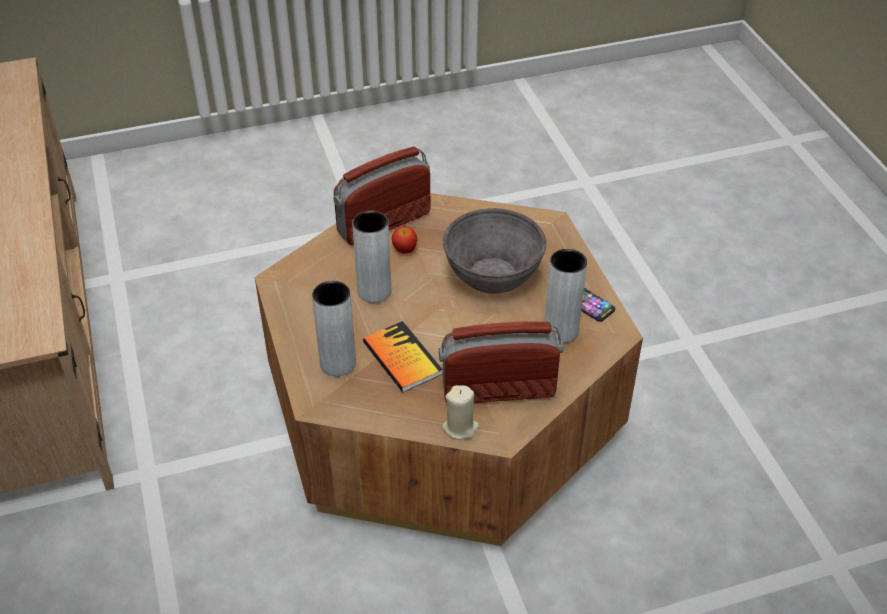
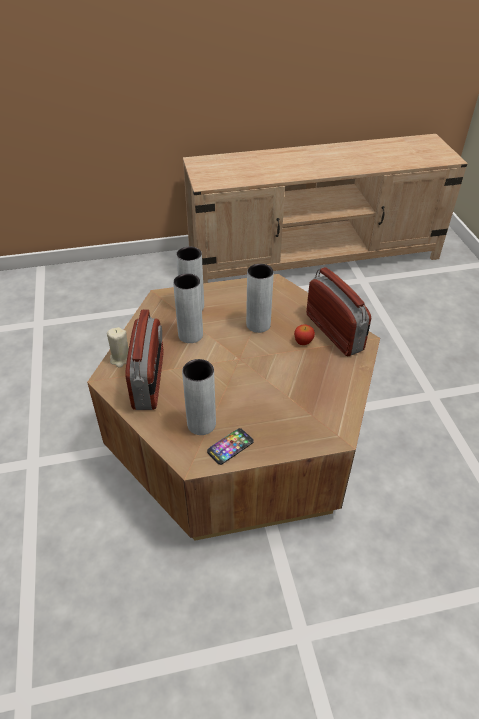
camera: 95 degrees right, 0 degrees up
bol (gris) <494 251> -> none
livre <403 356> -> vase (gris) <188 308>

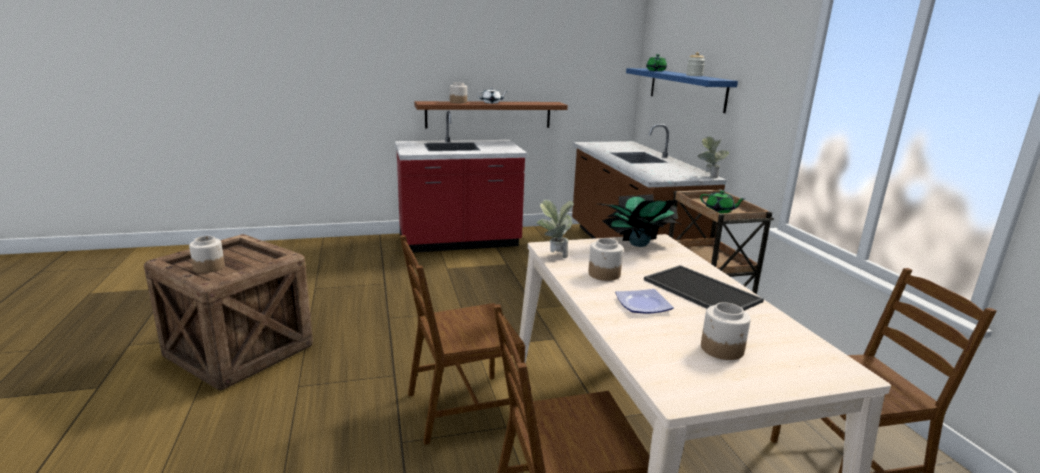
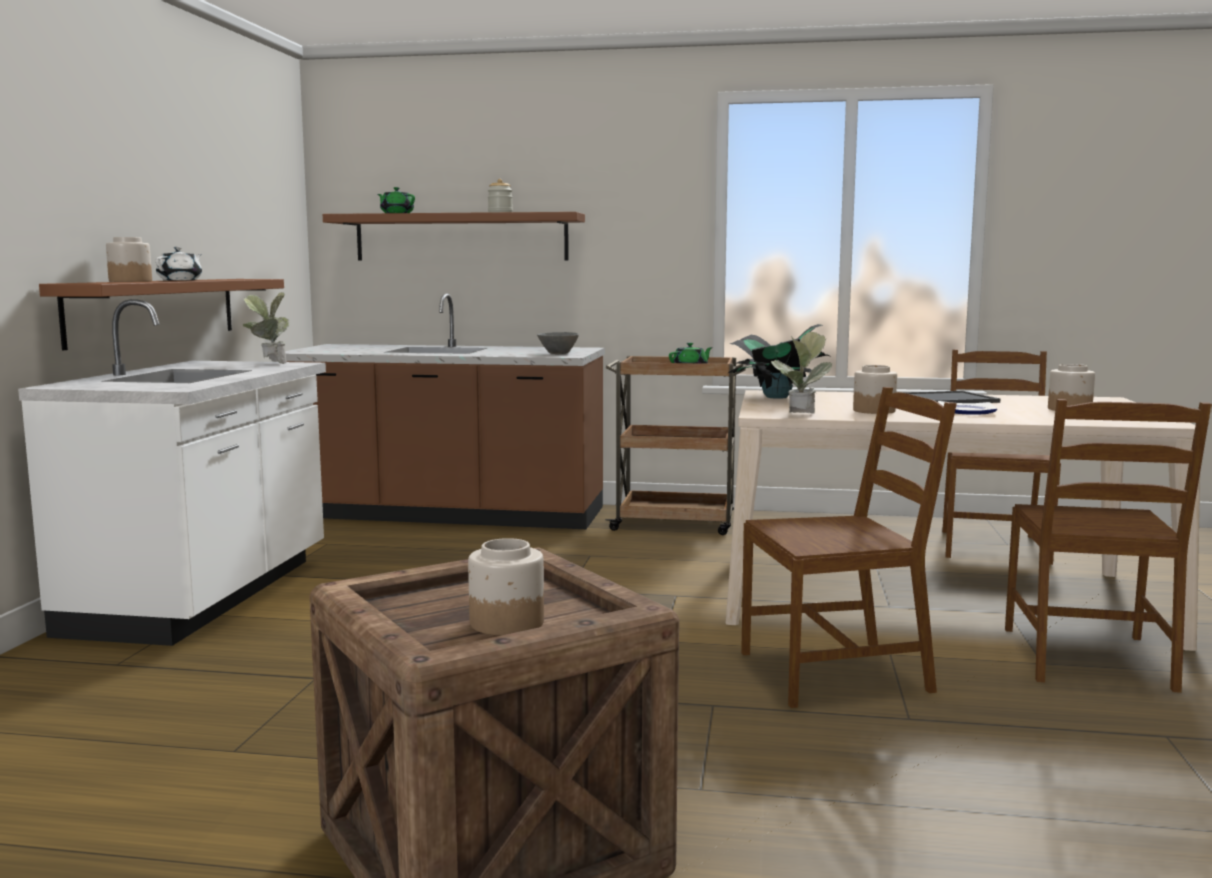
camera: 65 degrees left, 10 degrees down
none -> bol (gris) <558 343>
plante en pot <713 157> -> plante en pot <266 328>, shifted
comptoir de cuisine (rouge) <461 182> -> comptoir de cuisine (blanc) <172 472>
étagère (bleu) <682 90> -> étagère (marron) <454 236>
chaise (marron) <462 340> -> chaise (marron) <849 547>, 105 degrees counterclockwise

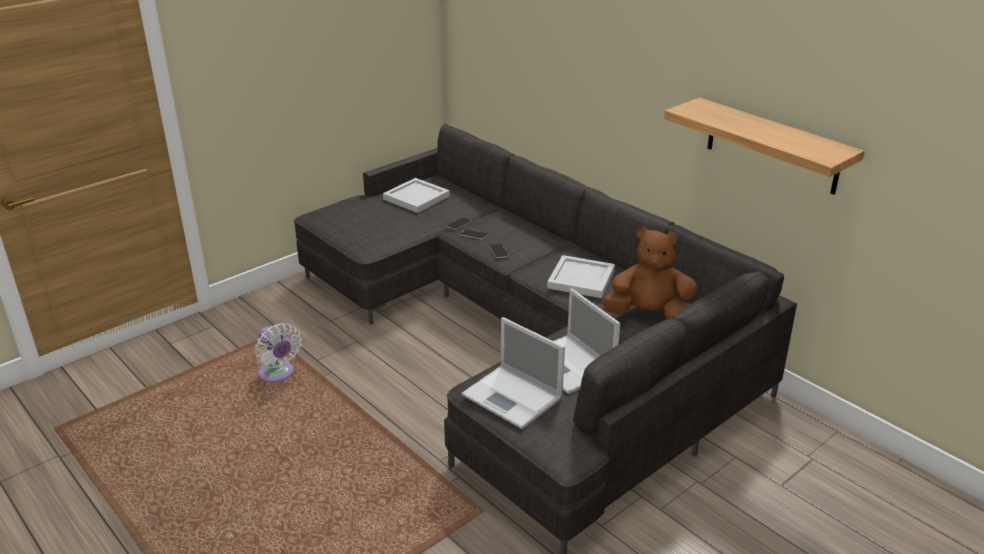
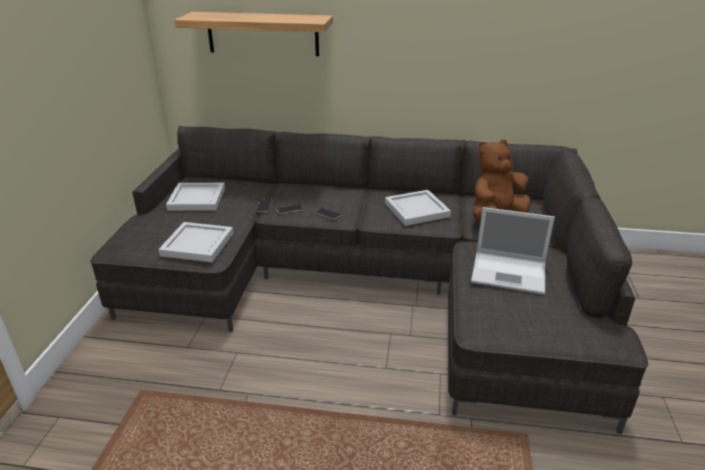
camera: 40 degrees left, 0 degrees up
ventilateur (blanc) <278 353> -> none
ordinateur portable <513 373> -> none
none -> plateau (blanc) <196 242>
étagère <764 146> -> étagère <253 34>, shifted

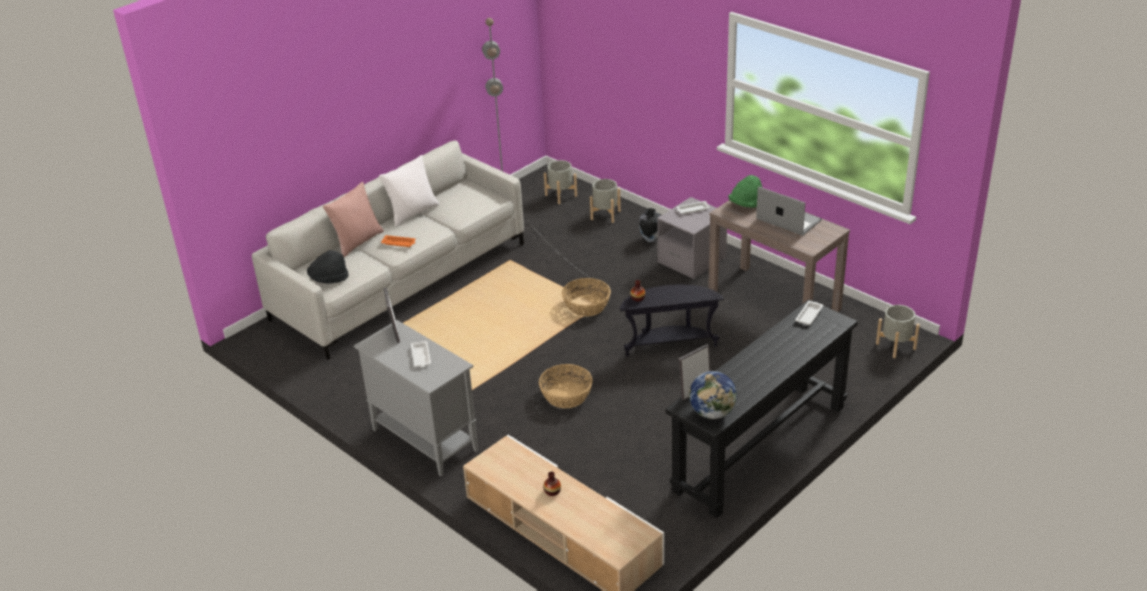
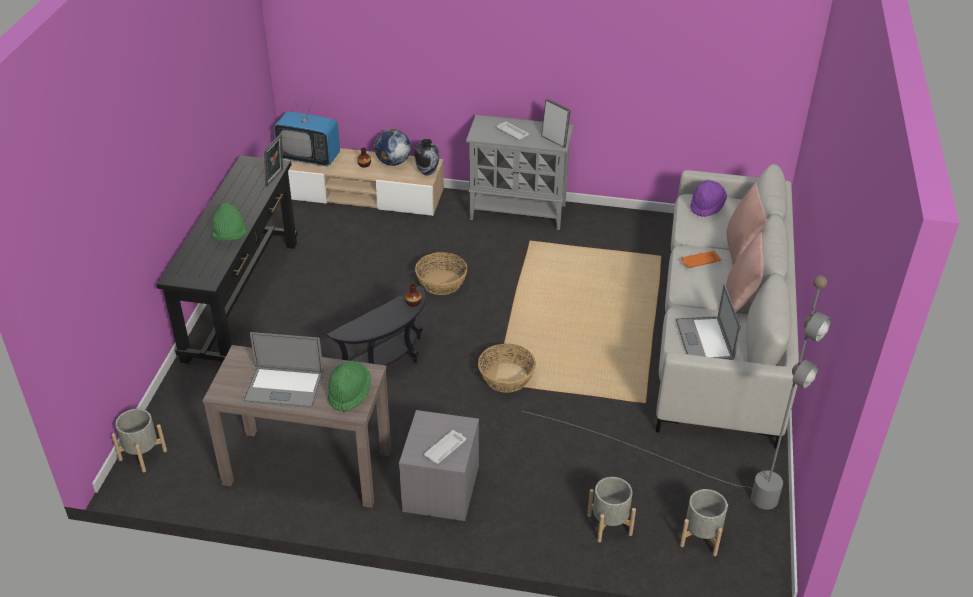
camera: 145 degrees right, 5 degrees up
plateau (blanc) <809 313> -> none
none -> chapeau (vert) <229 222>
none -> téléviseur <307 129>
none -> ordinateur portable <708 322>
vase <650 225> -> vase <427 157>, shifted
globe <713 395> -> globe <392 147>, shifted
chapeau (noir) <328 267> -> chapeau (violet) <708 198>
coussin (blanc) <409 190> -> coussin (rose) <745 272>

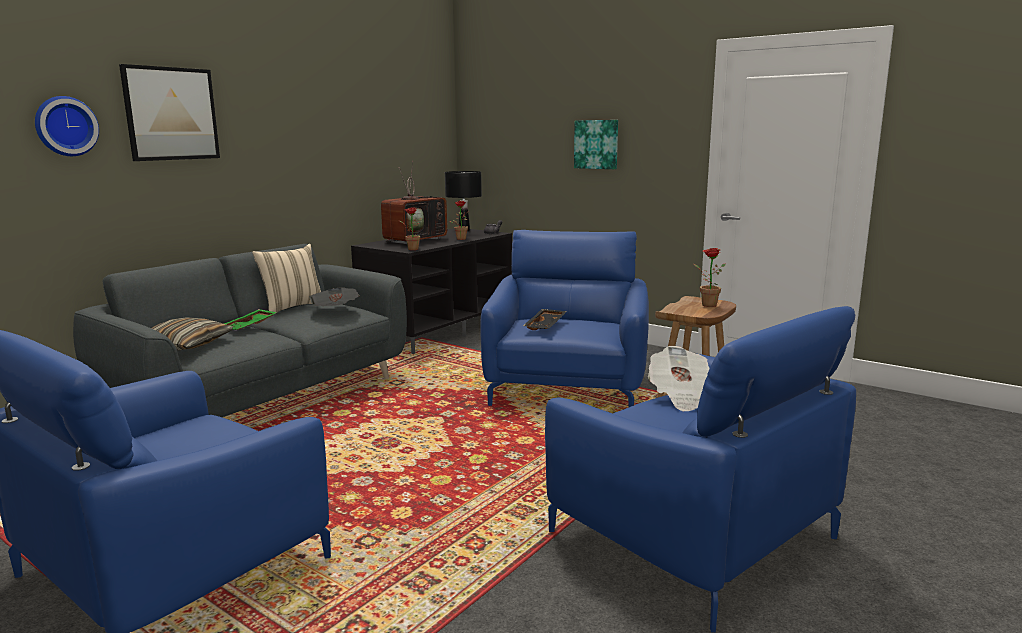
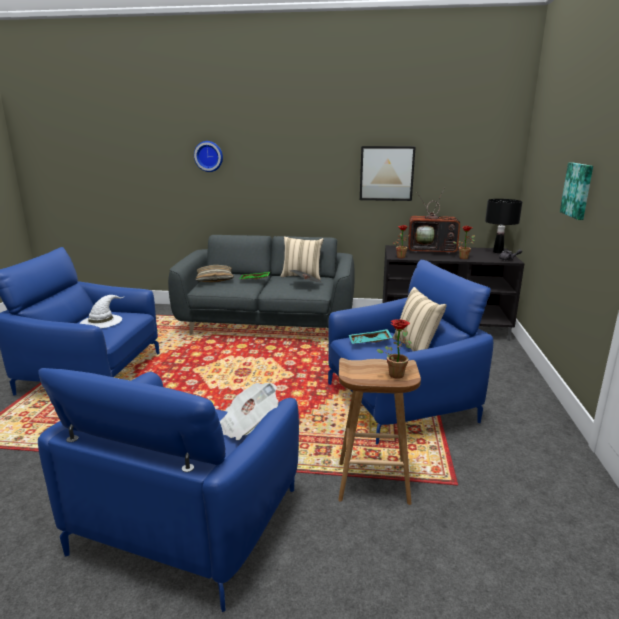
camera: 60 degrees right, 5 degrees up
none -> chapeau (blanc) <102 312>
none -> coussin (beige) <419 319>
tableau <169 112> -> tableau <388 173>, shifted
plateau (noir) <545 319> -> plateau (turquoise) <371 336>

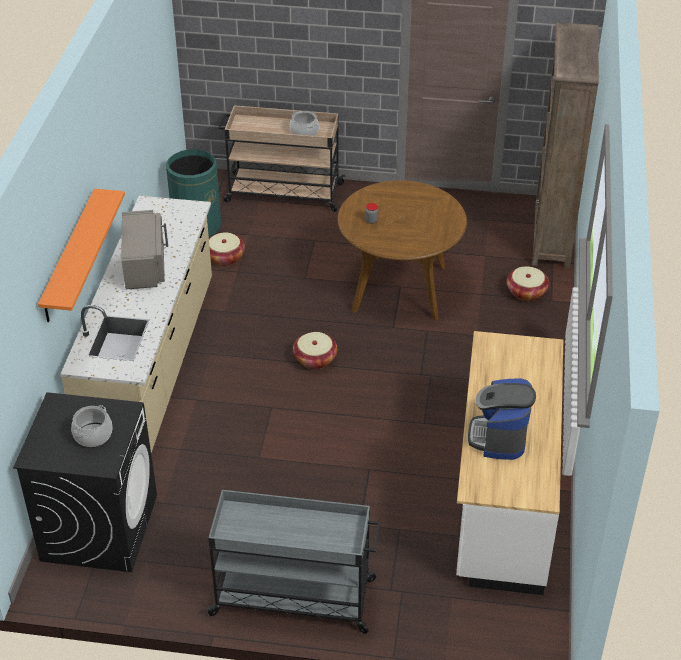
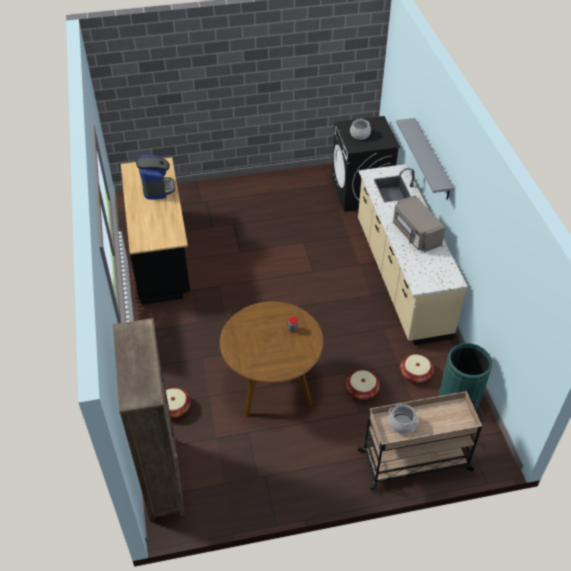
camera: 160 degrees right, 5 degrees up
chariot (gris) <292 562> -> none
panier <315 350> -> panier <363 385>, shifted
étagère (orange) <81 255> -> étagère (gris) <425 159>
comptoir de cuisine (blanc) <509 463> -> comptoir de cuisine (noir) <155 231>

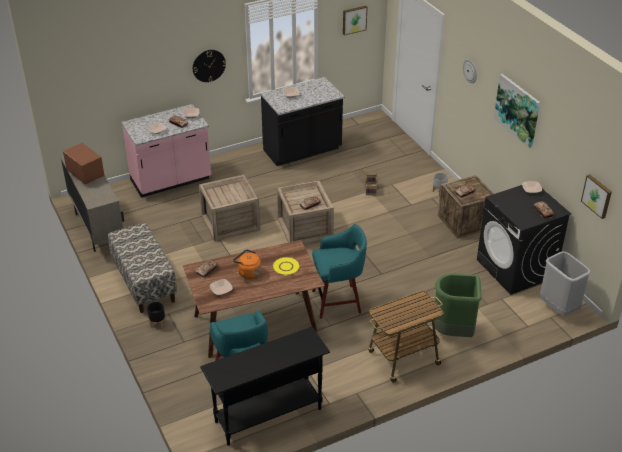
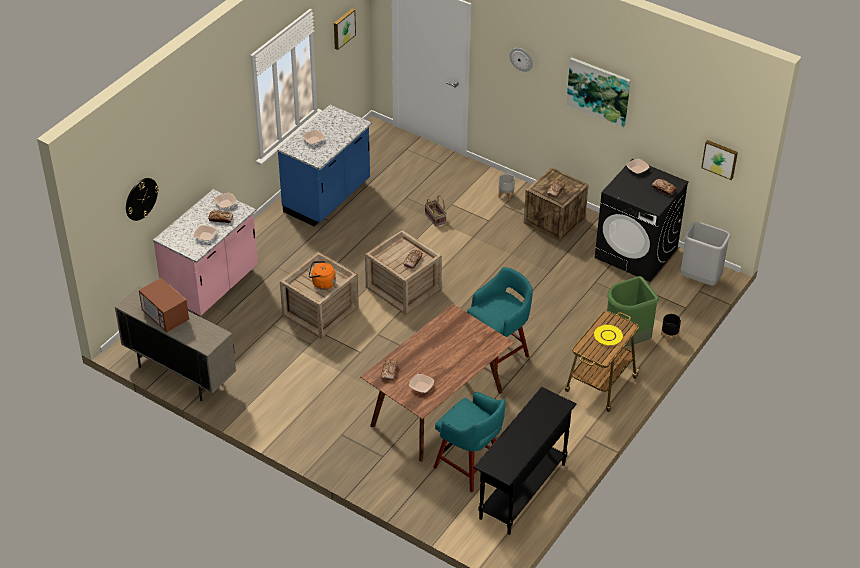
camera: 30 degrees left, 5 degrees up
banc <142 267> -> none
cache-pot (noir) <156 315> -> cache-pot (noir) <671 328>, shifted
horloge murale <209 66> -> horloge murale <142 199>, shifted
bouilloire (orange) <247 264> -> bouilloire (orange) <322 275>, shifted
assiette (jaune) <286 266> -> assiette (jaune) <608 335>, shifted
comptoir de cuisine (noir) <302 121> -> comptoir de cuisine (bleu) <324 166>
micro-ondes <83 163> -> micro-ondes <164 305>, 150 degrees counterclockwise

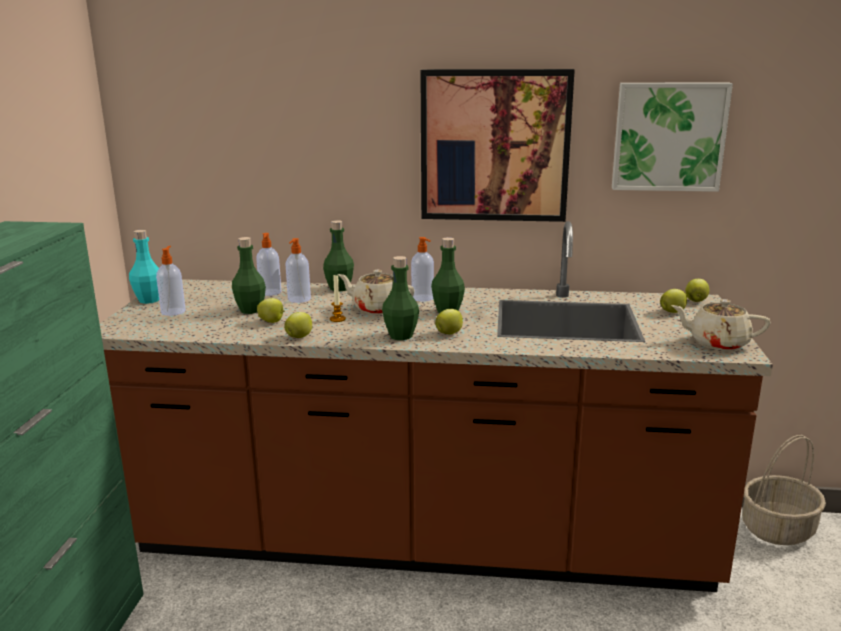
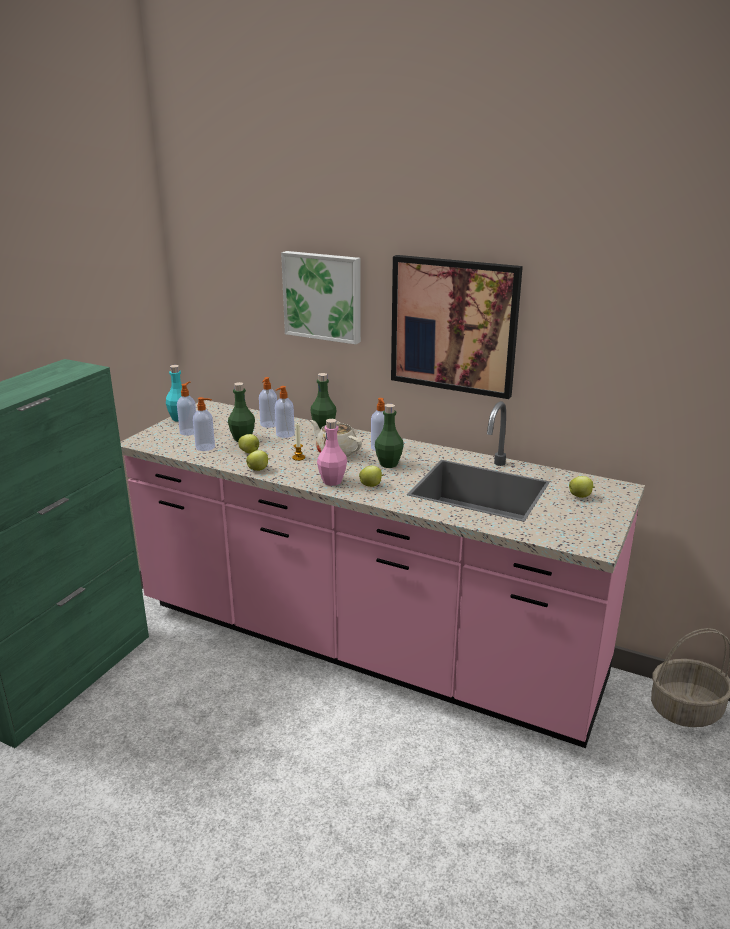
camera: 20 degrees right, 5 degrees up
théière (beige) <721 325> -> none
pomme <697 290> -> none
none -> distributeur de savon <204 424>
tableau <672 137> -> tableau <321 297>, shifted
comptoir de cuisine (marron) <436 406> -> comptoir de cuisine (rose) <382 574>
bouteille (vert) <400 298> -> bouteille (rose) <332 452>

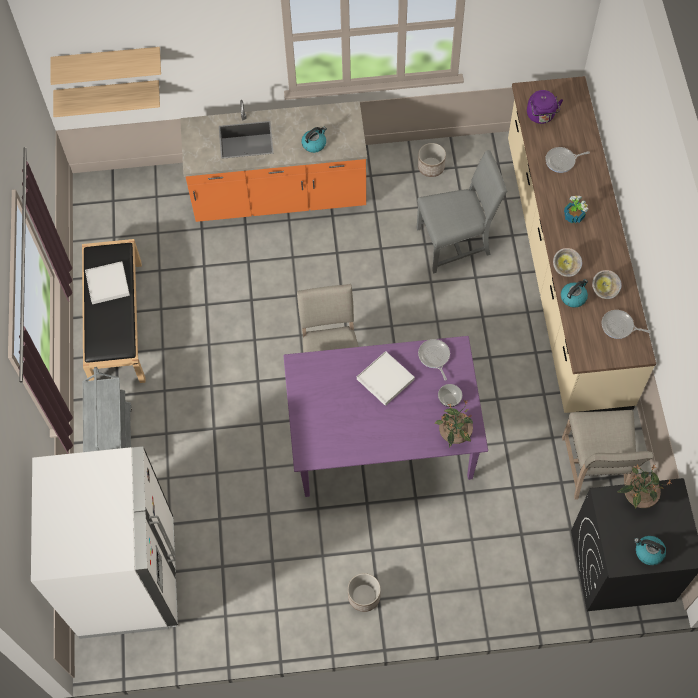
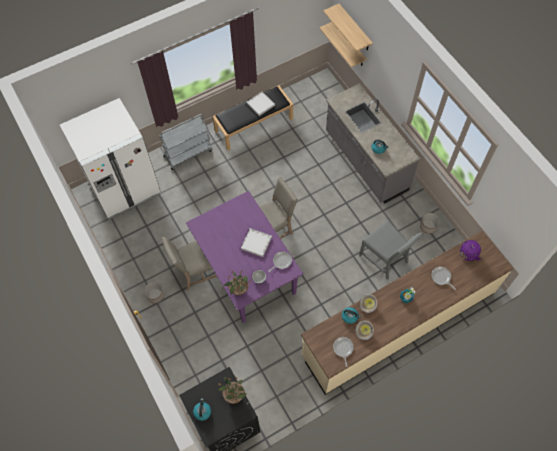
camera: 65 degrees right, 0 degrees up
chaise (beige) <607 455> -> chaise (beige) <189 264>, shifted
comptoir de cuisine (orange) <273 161> -> comptoir de cuisine (gris) <373 143>

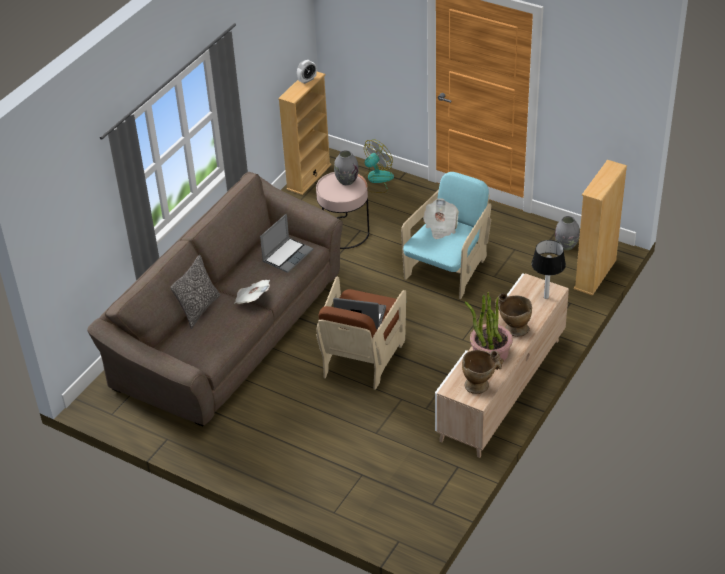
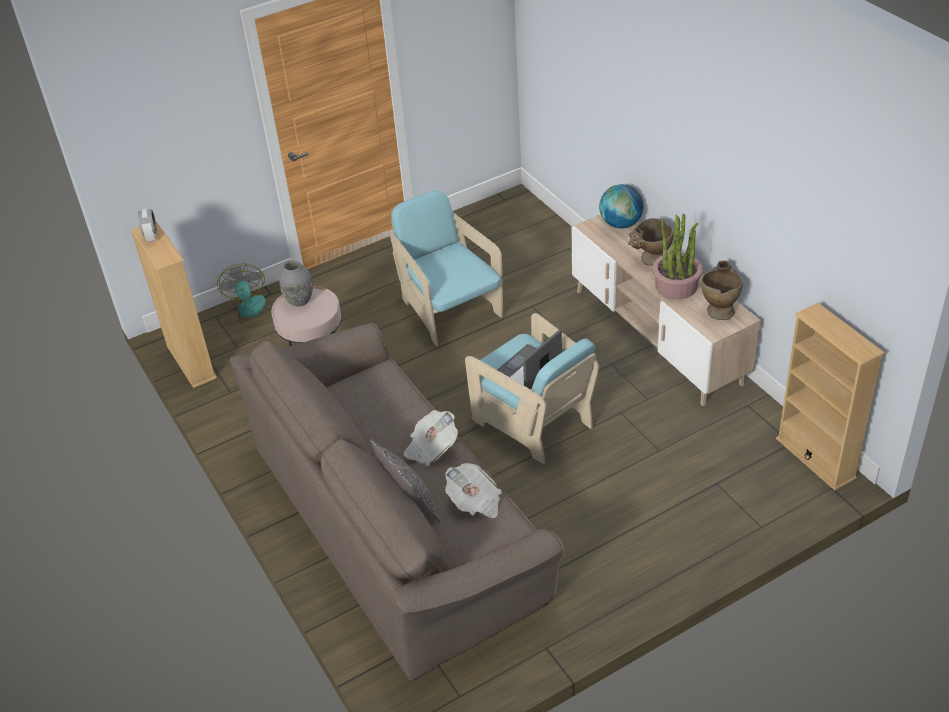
camera: 60 degrees left, 0 degrees up
ordinateur portable <286 243> -> none
vase (gris) <567 233> -> none
journal <441 218> -> journal <473 490>, shifted
bibliothèque (beige) <600 228> -> bibliothèque (beige) <830 396>, shifted
lampe de table <548 269> -> globe <621 206>
fauteuil (marron) <361 333> -> fauteuil (turquoise) <532 388>

